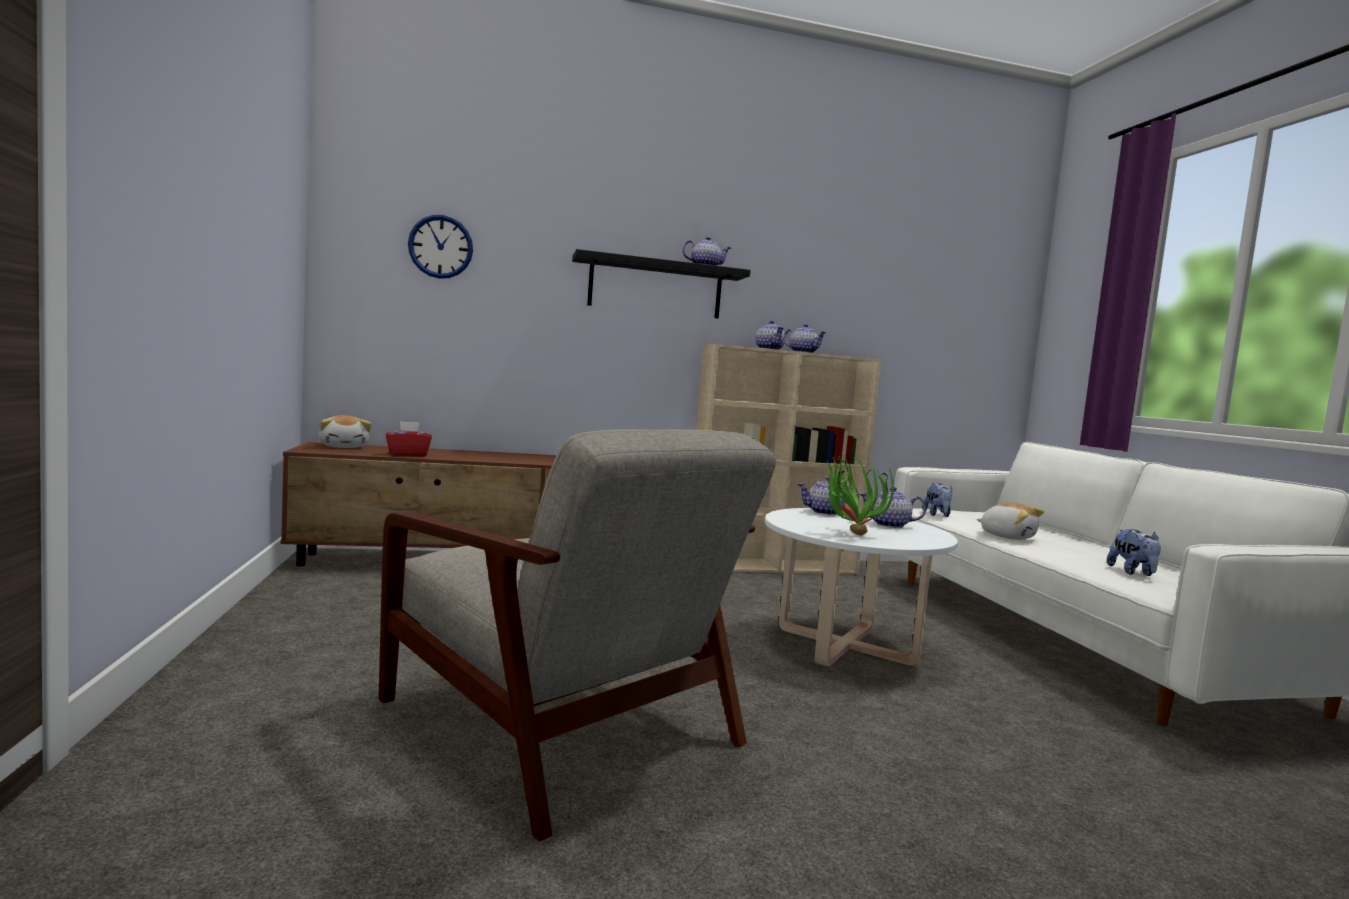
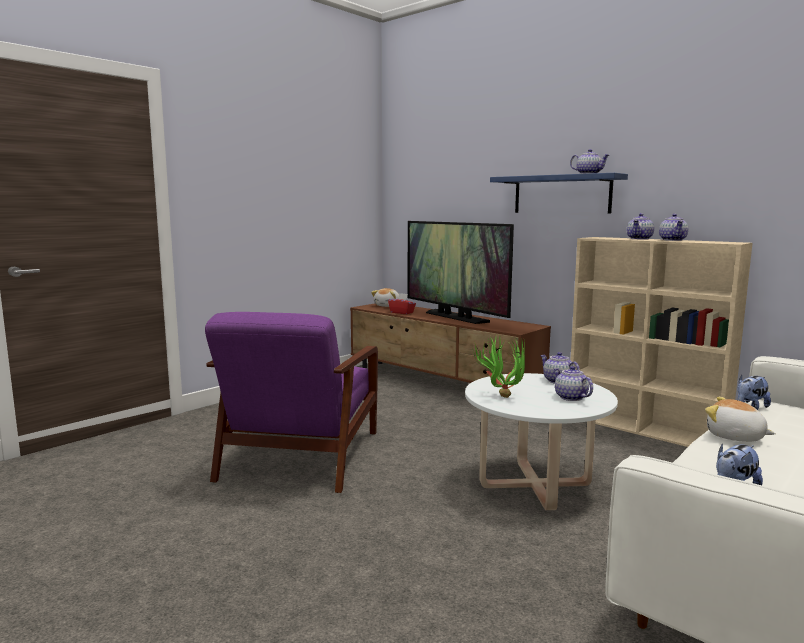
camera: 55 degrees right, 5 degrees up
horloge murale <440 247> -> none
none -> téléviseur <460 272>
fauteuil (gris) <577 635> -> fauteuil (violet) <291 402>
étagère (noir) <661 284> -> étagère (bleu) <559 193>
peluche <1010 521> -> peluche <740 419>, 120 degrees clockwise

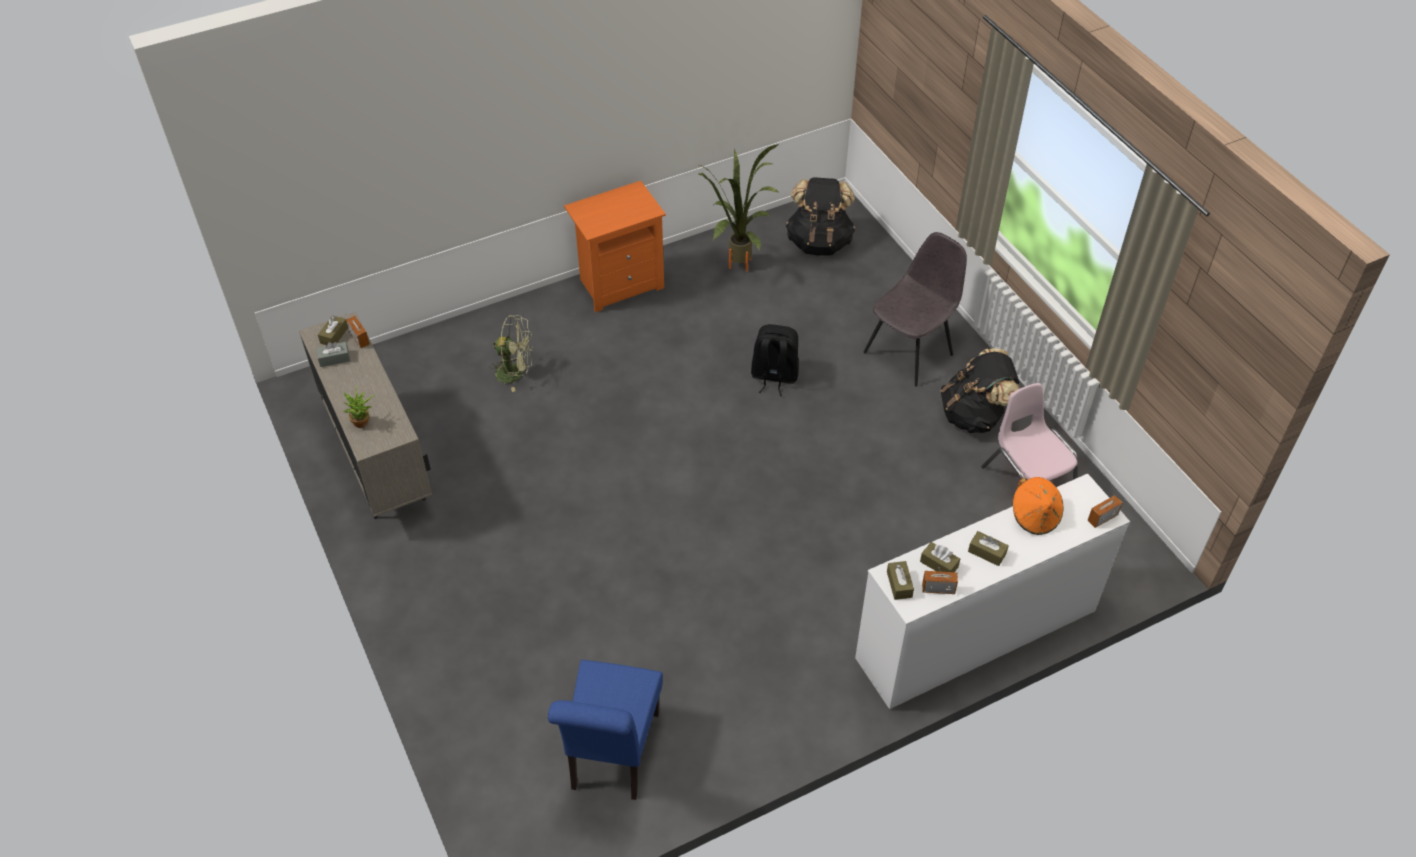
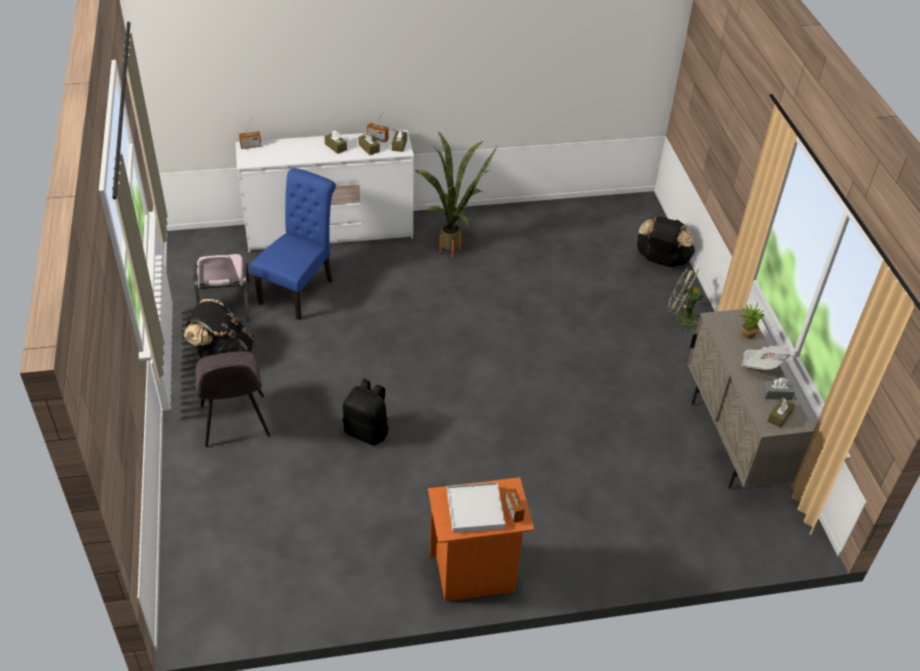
camera: 165 degrees left, 5 degrees down
chapeau (orange) <1038 506> -> none
none -> plateau (blanc) <476 507>
none -> journal <766 357>
radio <357 329> -> radio <515 505>, shifted
ventilateur (vert) <511 353> -> ventilateur (vert) <685 299>, shifted
chaise (bleu) <605 730> -> chaise (bleu) <293 244>, shifted
plante en pot <738 208> -> plante en pot <456 194>, shifted
sac à dos (noir) <820 216> -> sac à dos (noir) <665 241>, shifted
chaise (gris) <915 309> -> chaise (gris) <232 399>, 75 degrees counterclockwise

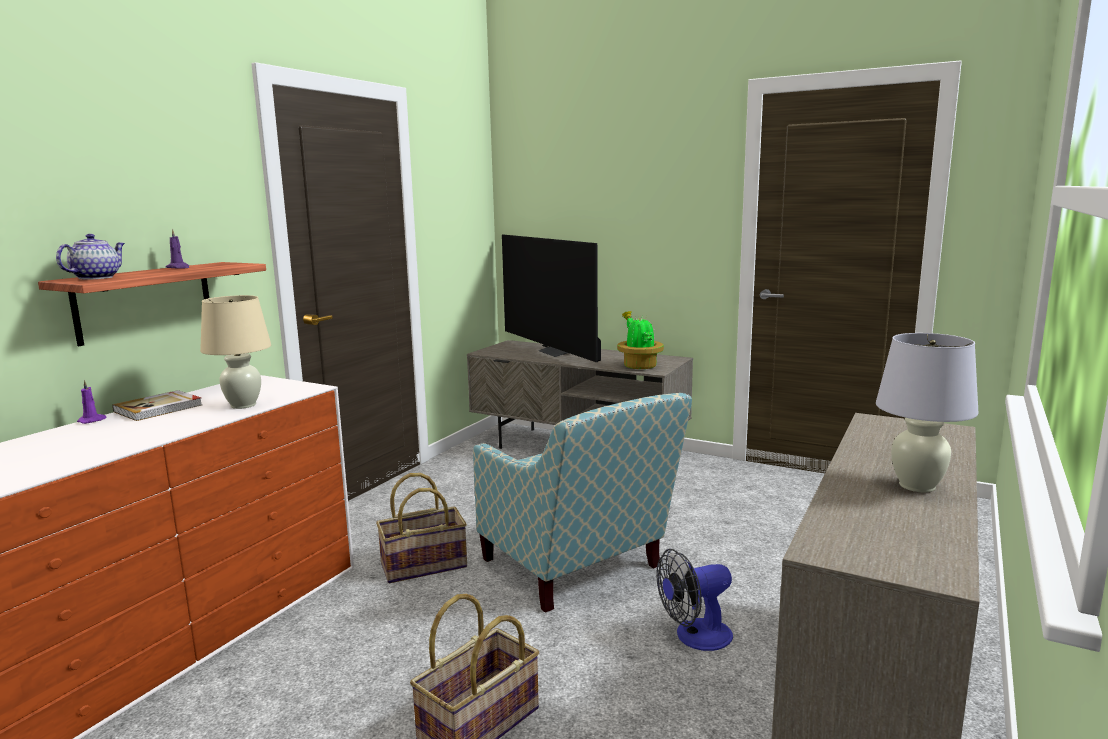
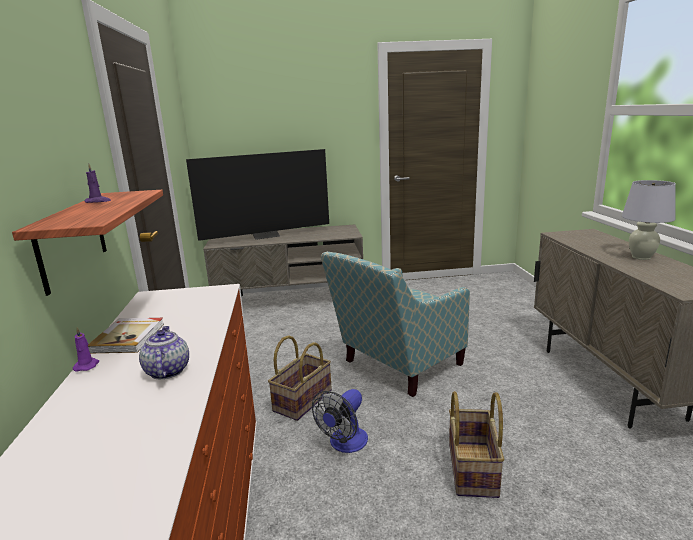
camera: 35 degrees left, 5 degrees up
lampe de table (beige) <235 352> -> none
plante en pot <640 340> -> none
théière <90 257> -> théière <164 352>, shifted
ventilateur <694 600> -> ventilateur <340 421>, shifted
fauteuil <582 503> -> fauteuil <395 324>, 120 degrees clockwise
téléviseur <551 298> -> téléviseur <257 195>, 45 degrees counterclockwise

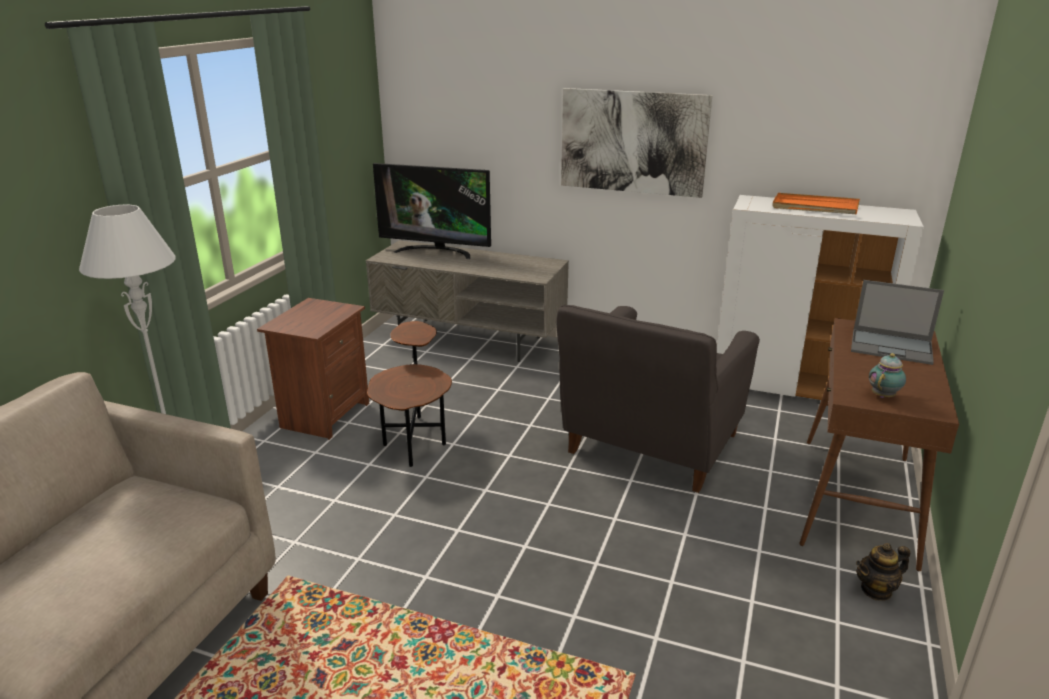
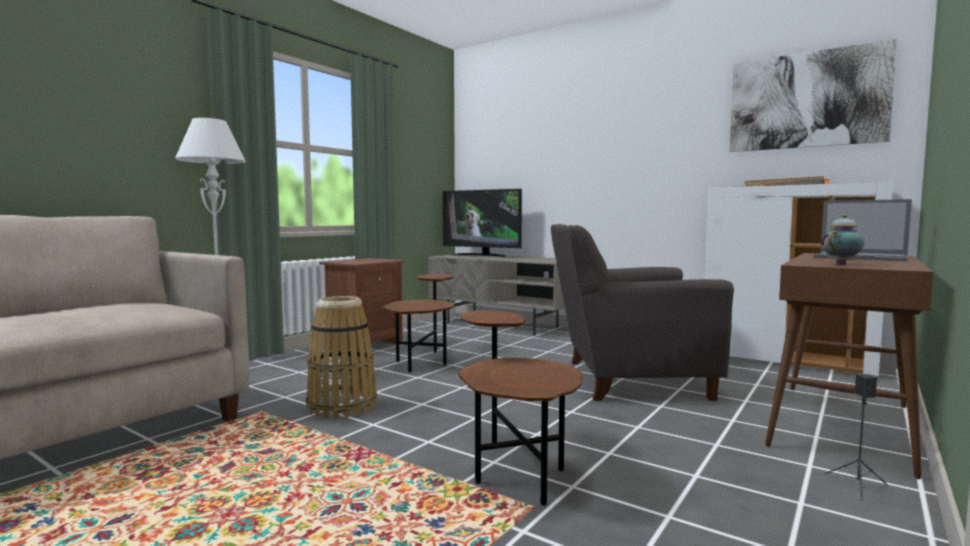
camera: 15 degrees right, 20 degrees down
none -> panier <341 357>
none -> table d'appoint (marron) <520 408>
tableau <637 143> -> tableau <813 95>, shifted
théière <883 572> -> enceinte (noir) <856 437>
fauteuil (gris) <658 399> -> fauteuil (gris) <642 312>, 45 degrees clockwise

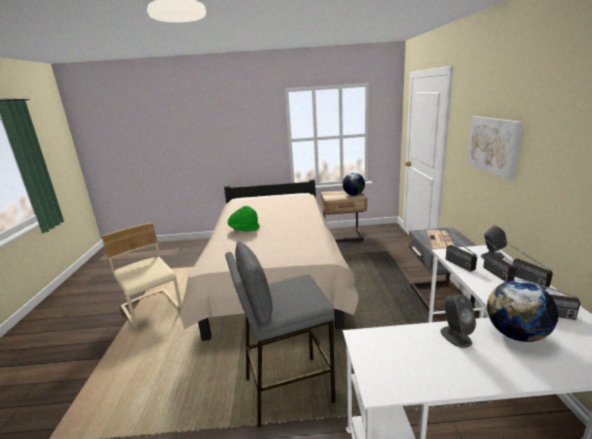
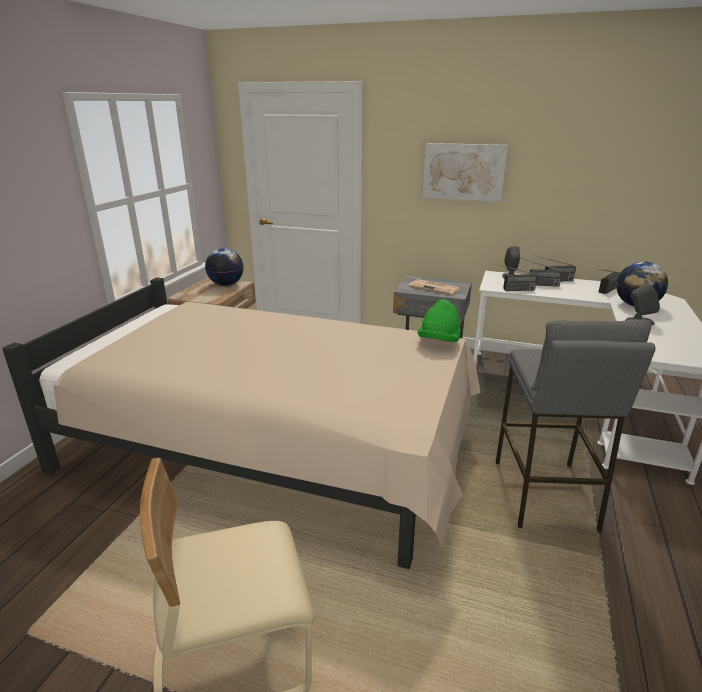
camera: 70 degrees left, 5 degrees up
chapeau (vert) <244 218> -> chapeau (vert) <439 320>, shifted

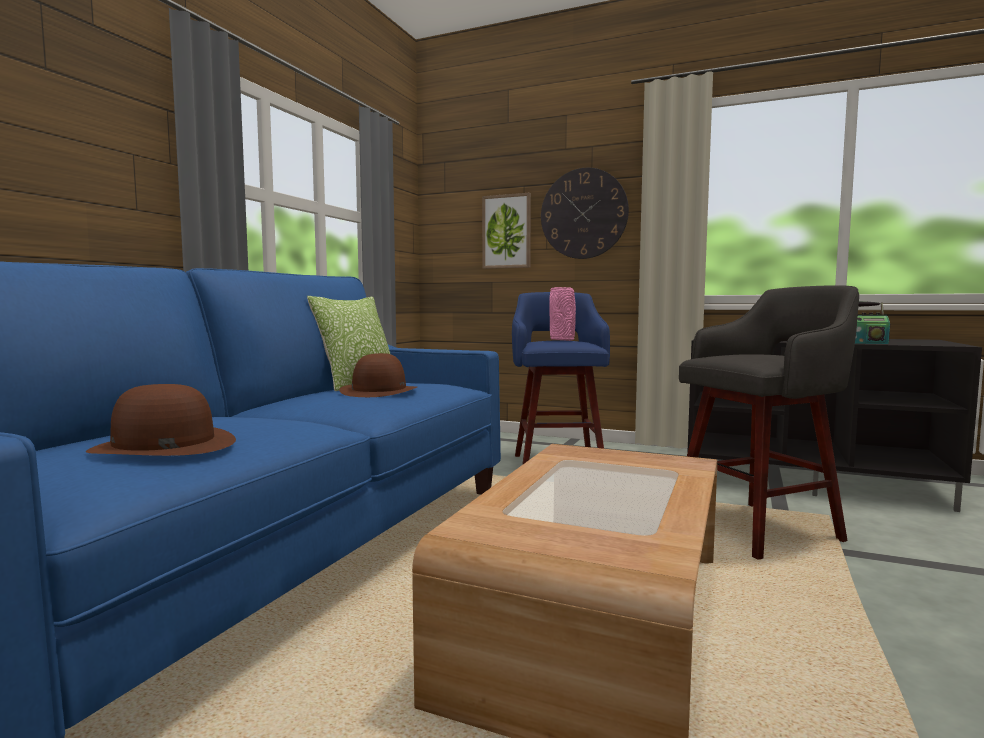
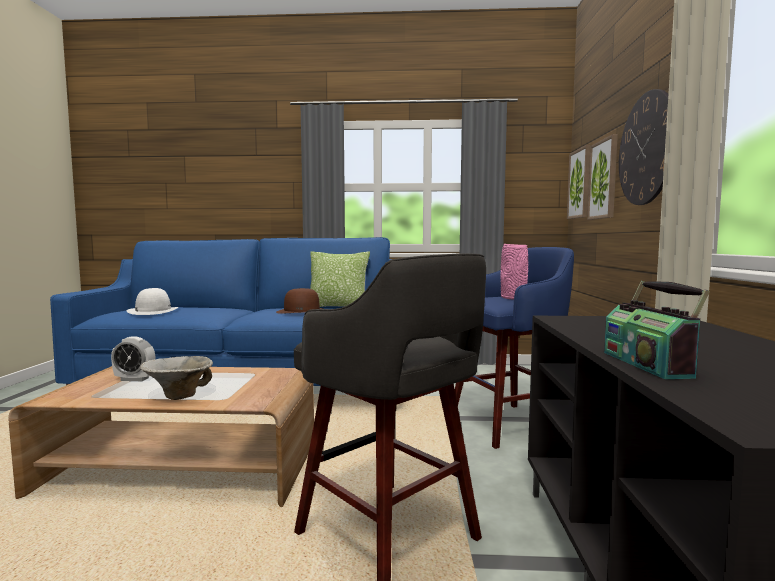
camera: 70 degrees right, 0 degrees up
none -> réveil <133 358>
none -> bol <176 378>
none -> tableau <579 182>
chapeau (marron) <161 420> -> chapeau (blanc) <153 301>

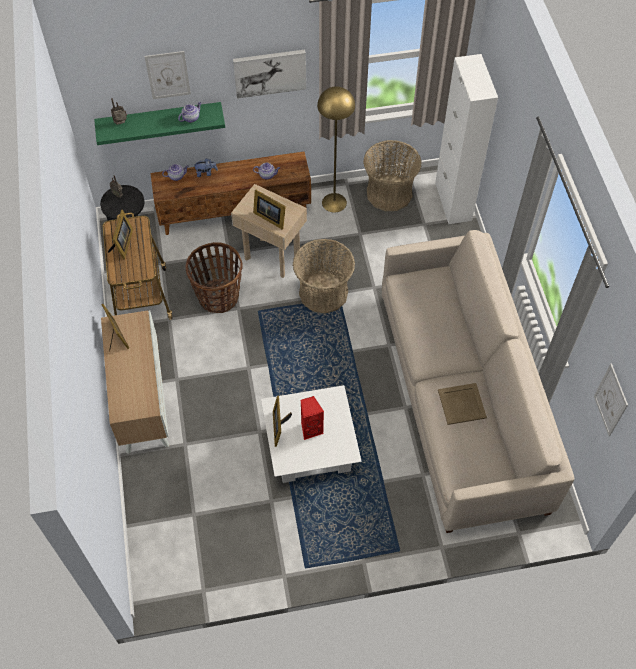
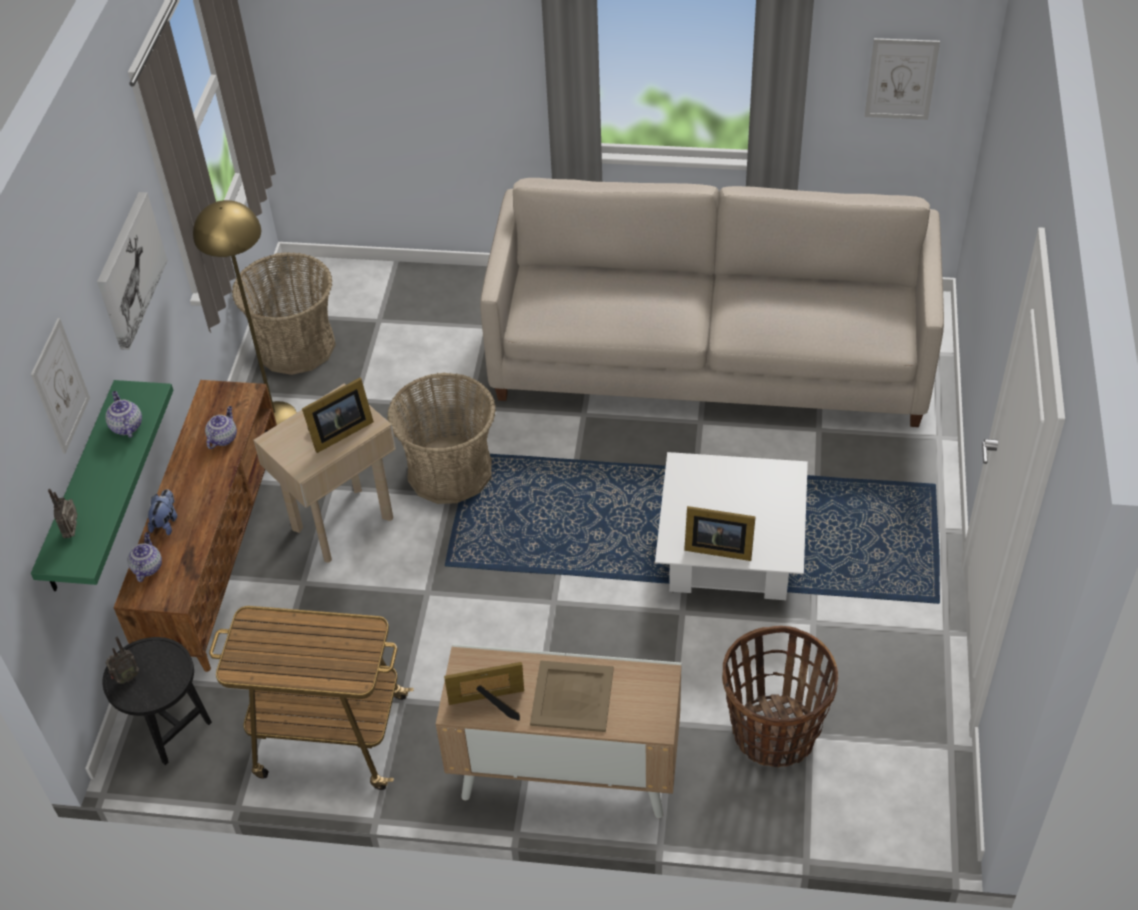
camera: 70 degrees left, 10 degrees down
cadre photo <120 234> -> none
enceinte (rouge) <312 418> -> none
meuble de rangement (blanc) <466 139> -> none
panier <214 277> -> panier <780 697>, shifted
plateau (beige) <462 404> -> plateau (beige) <572 696>, shifted

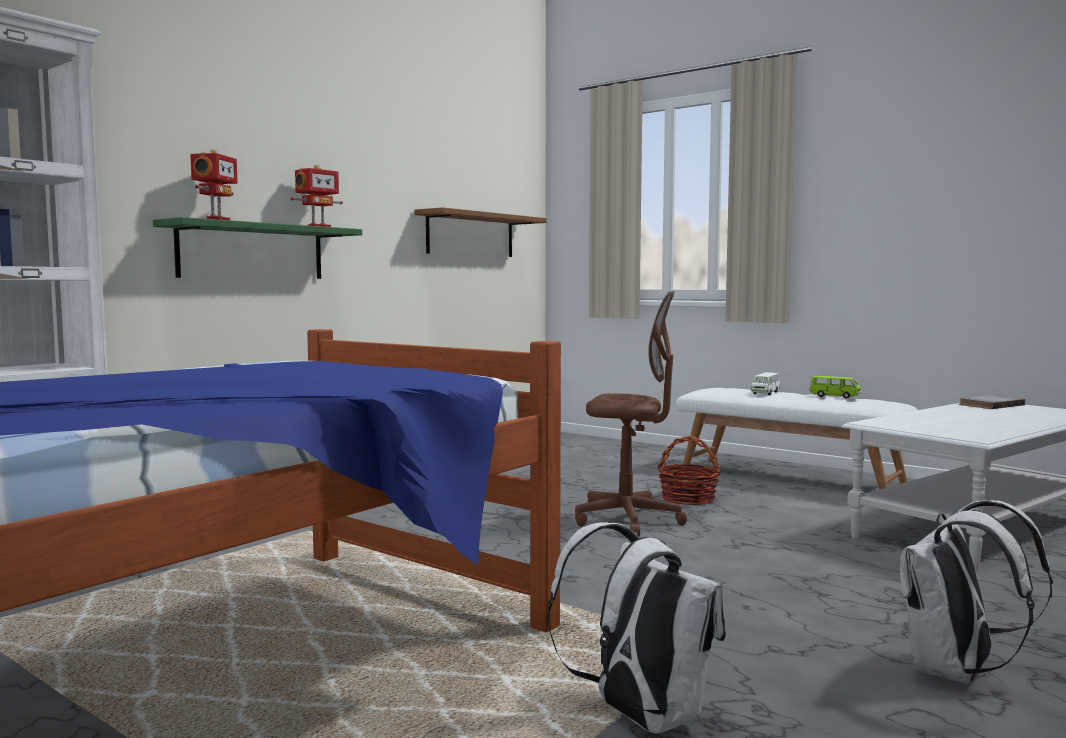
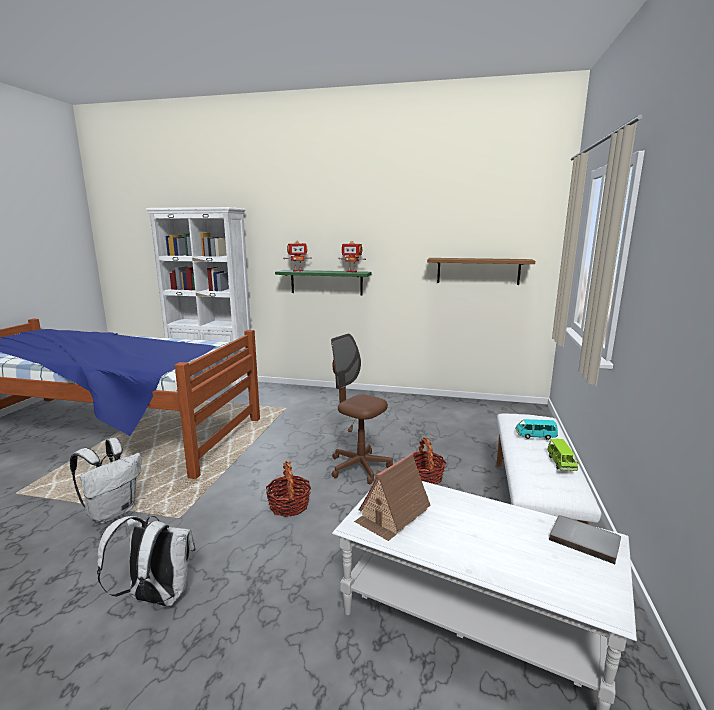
camera: 65 degrees right, 10 degrees up
none -> panier <288 489>
none -> maison miniature <392 497>
petite voiture (blanc) <765 383> -> petite voiture (turquoise) <536 429>
chaise de bureau (marron) <631 414> -> chaise de bureau (marron) <362 409>, 135 degrees clockwise

